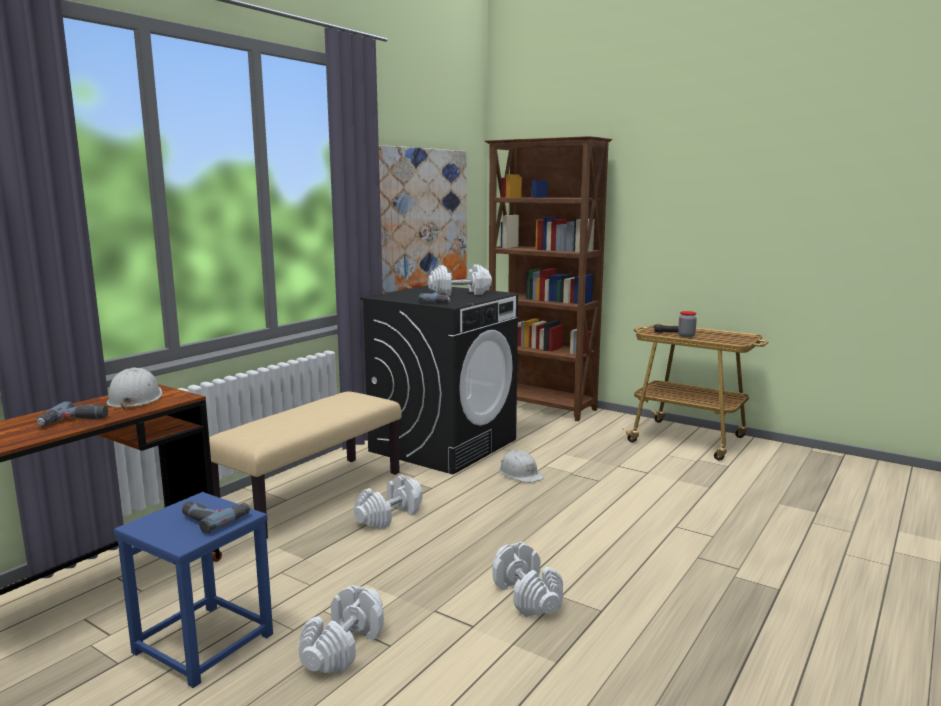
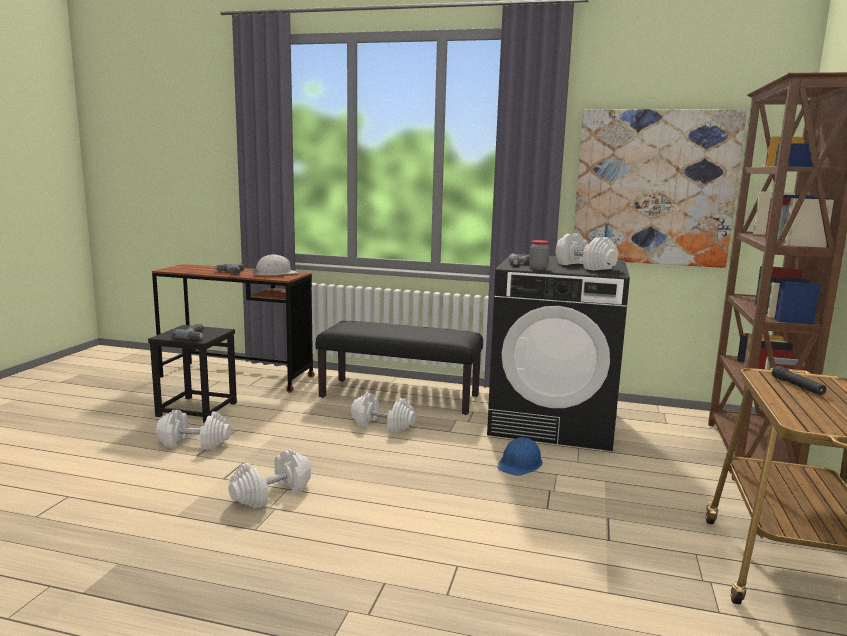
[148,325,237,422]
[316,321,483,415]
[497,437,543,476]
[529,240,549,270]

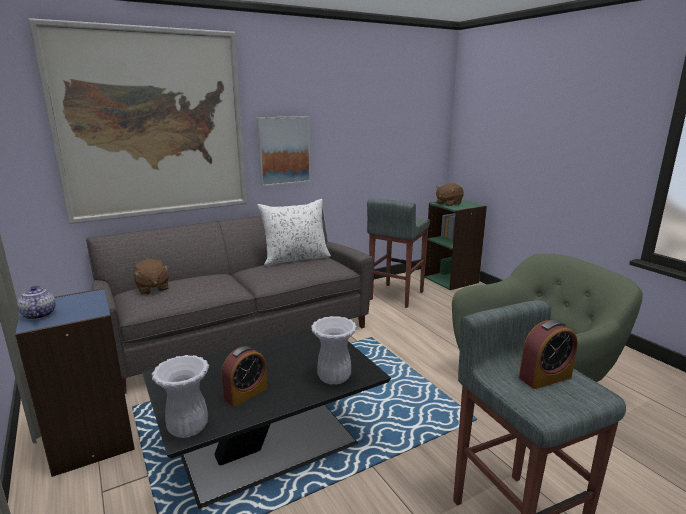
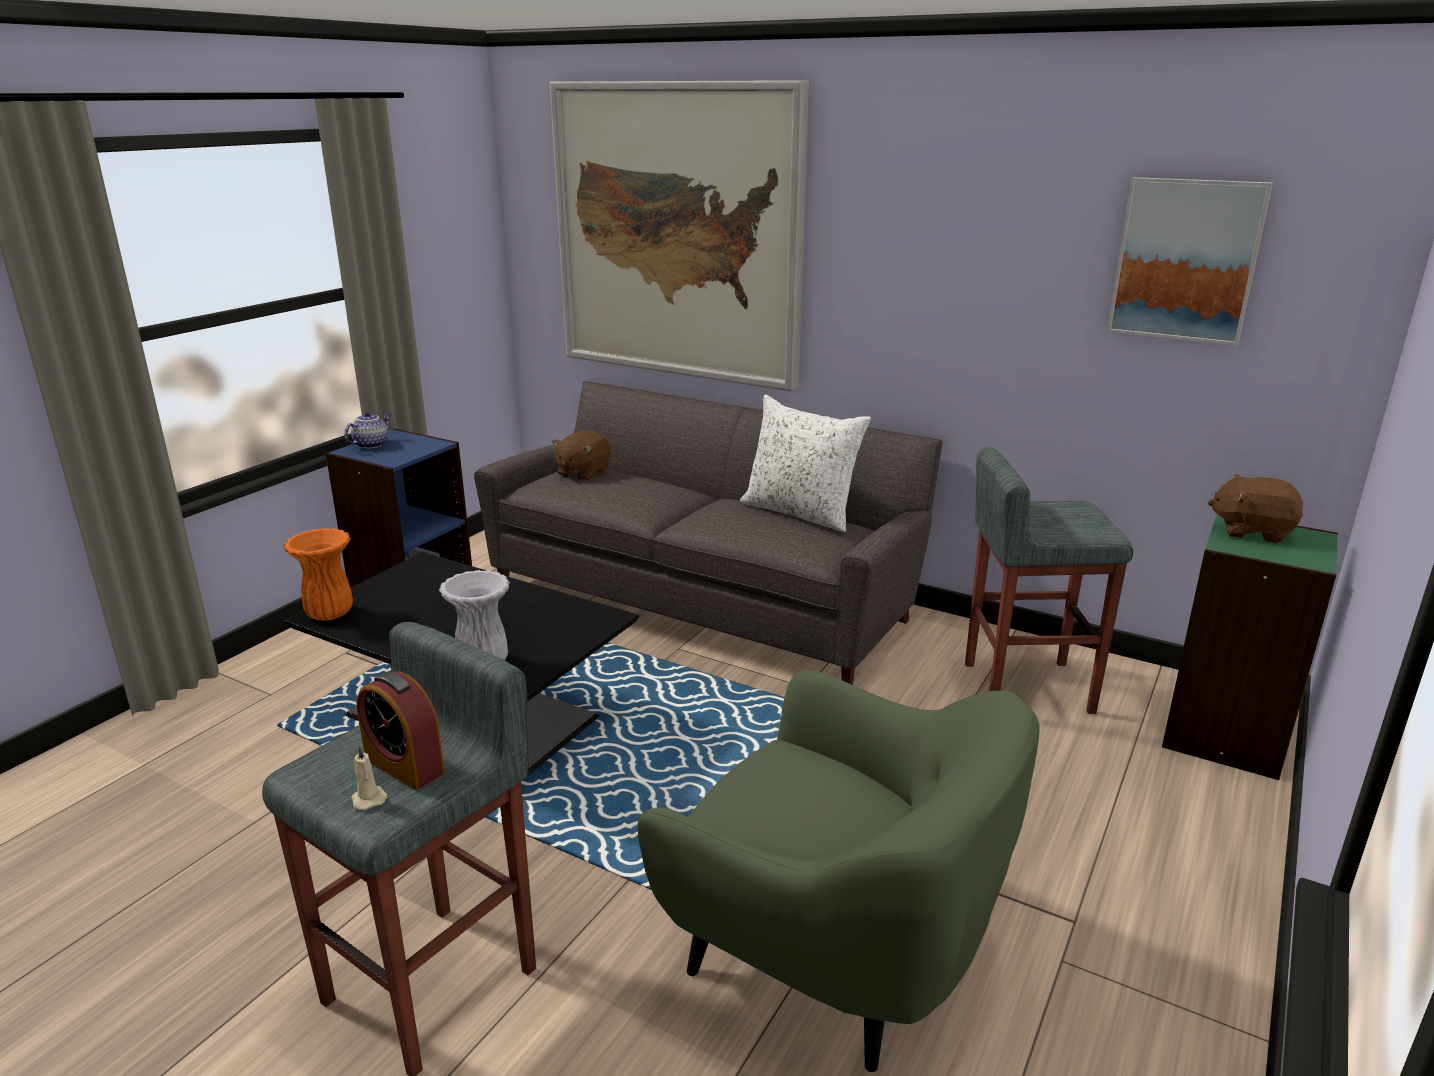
[284,528,353,621]
[222,346,267,407] (first image)
[1107,177,1273,345]
[351,745,387,810]

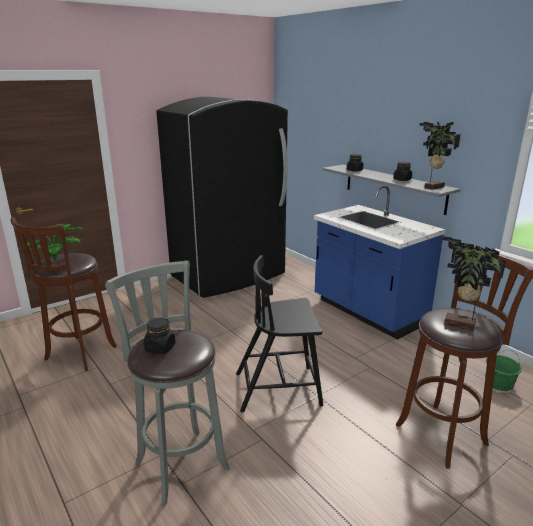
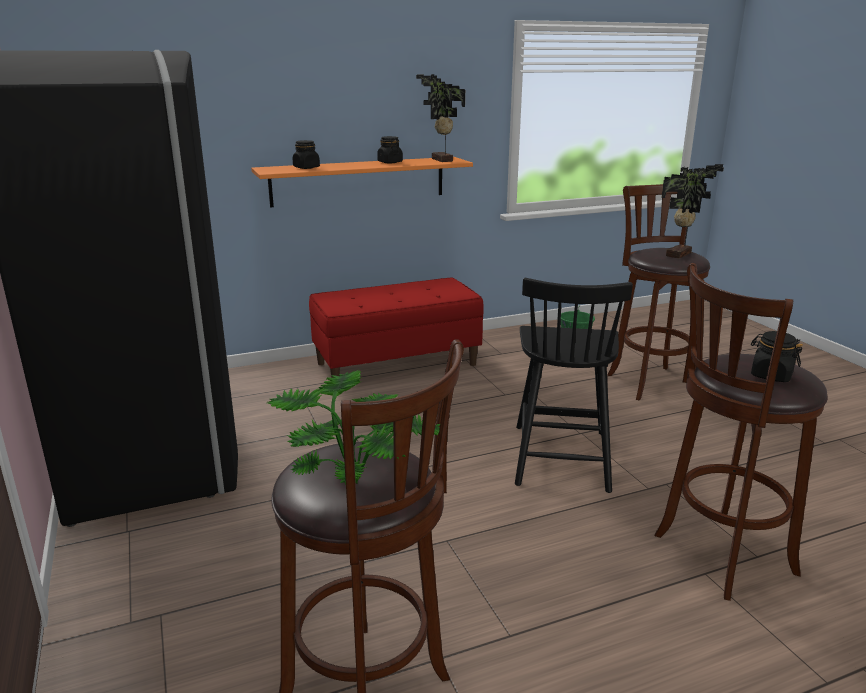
[654,263,828,601]
[309,278,484,378]
[251,157,473,208]

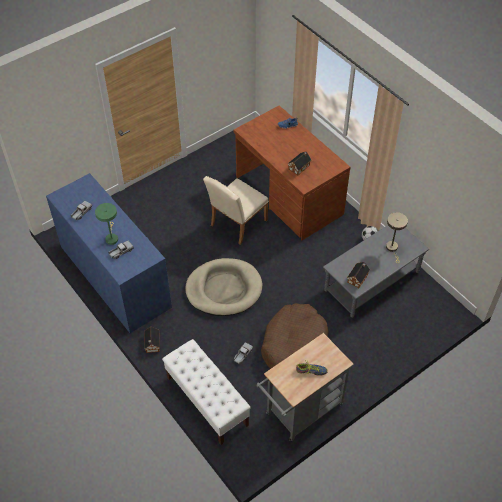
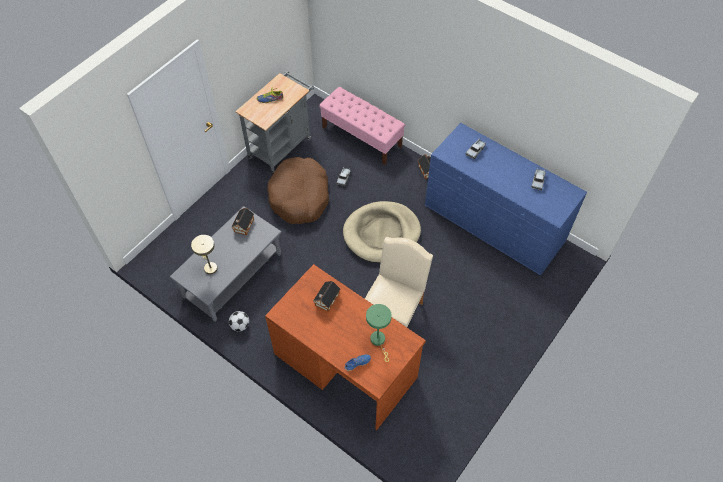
[366,304,392,362]
[319,87,405,165]

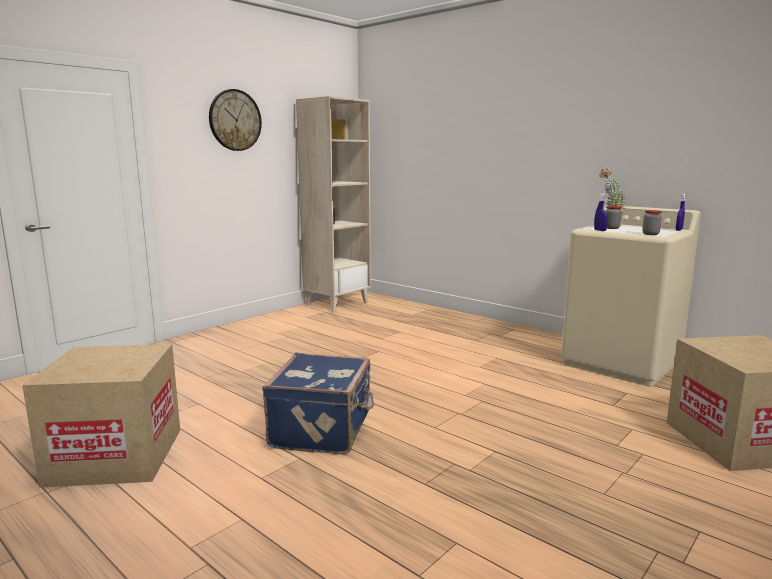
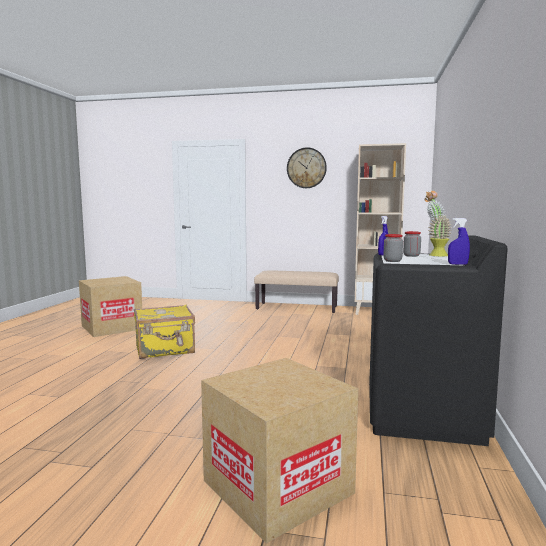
[134,305,195,359]
[369,235,508,446]
[254,270,339,313]

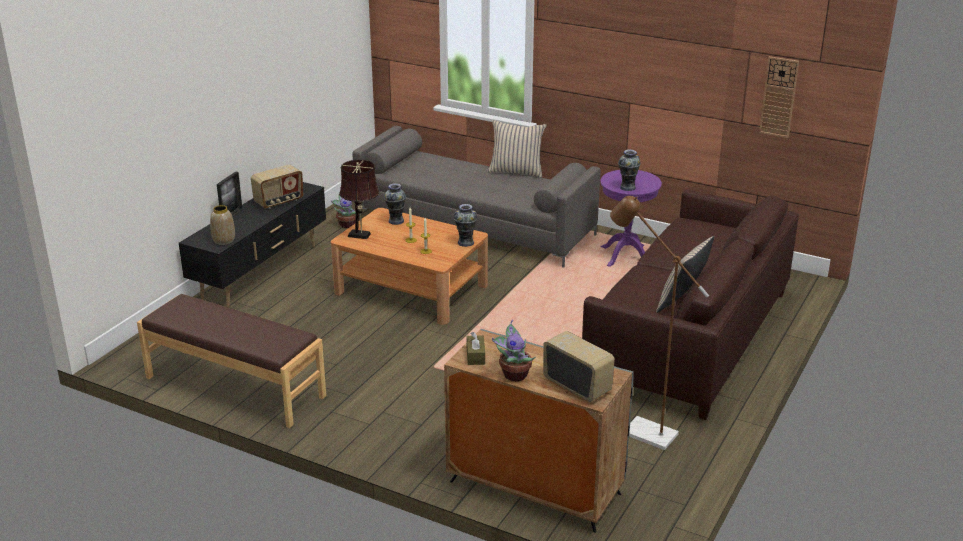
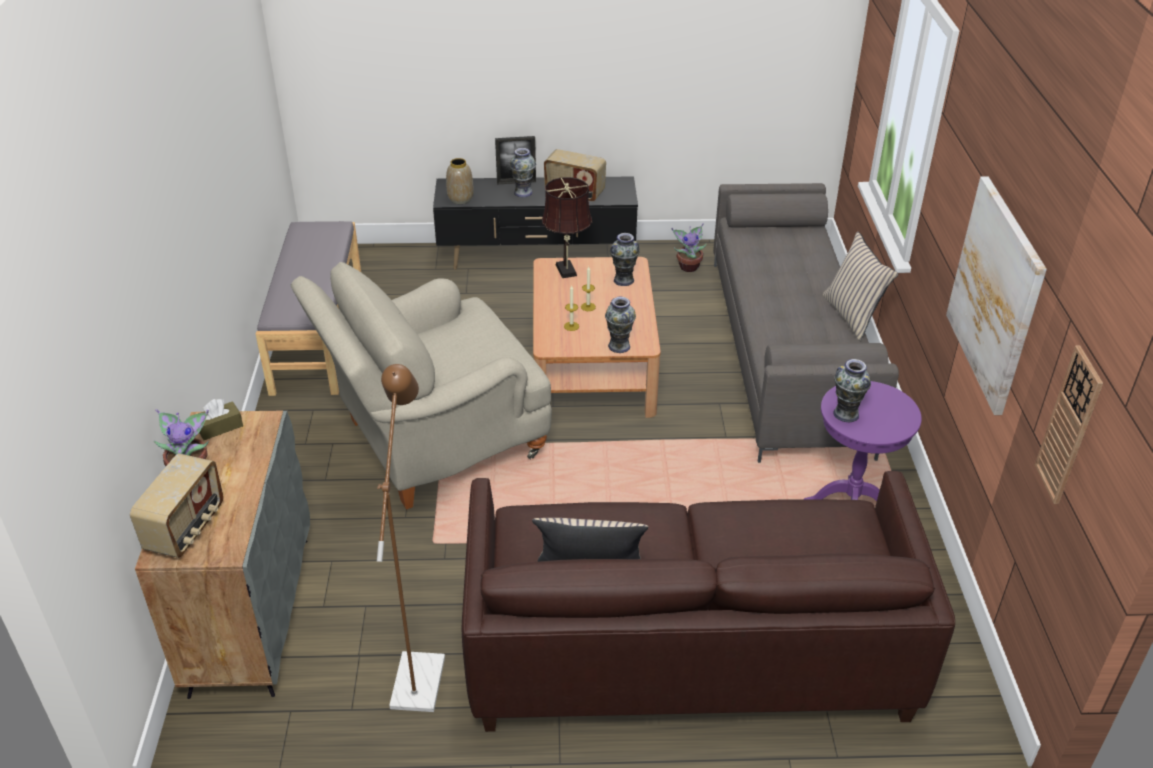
[256,221,361,396]
[291,262,552,509]
[510,148,536,198]
[946,176,1047,415]

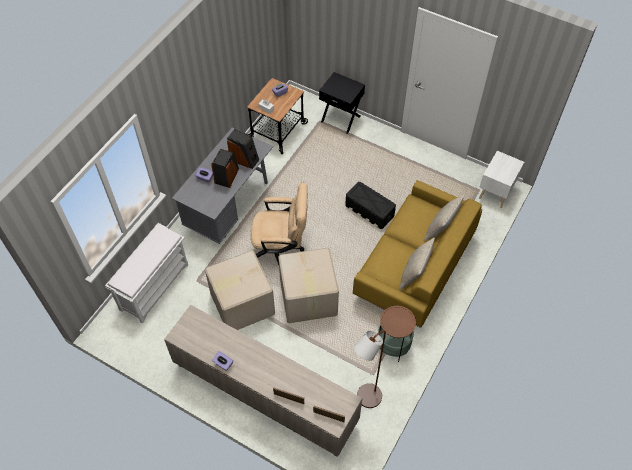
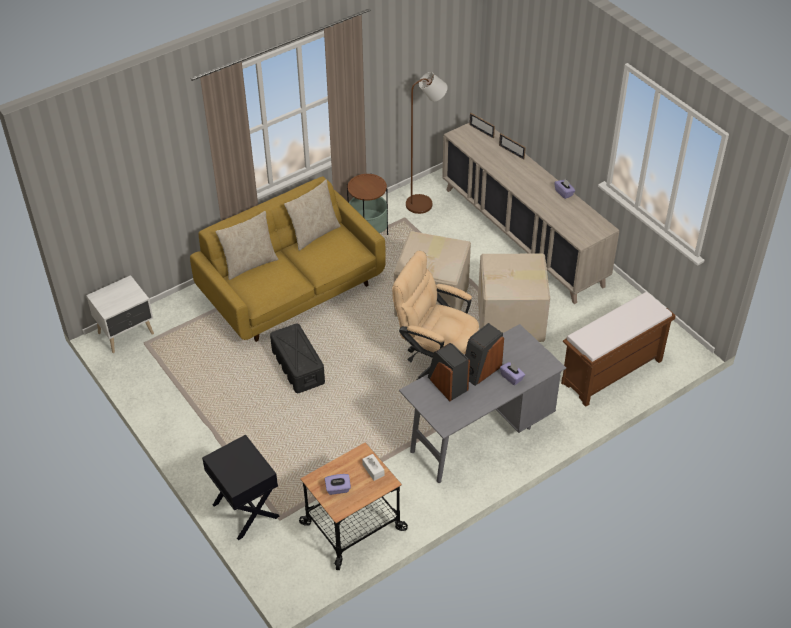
[561,292,676,407]

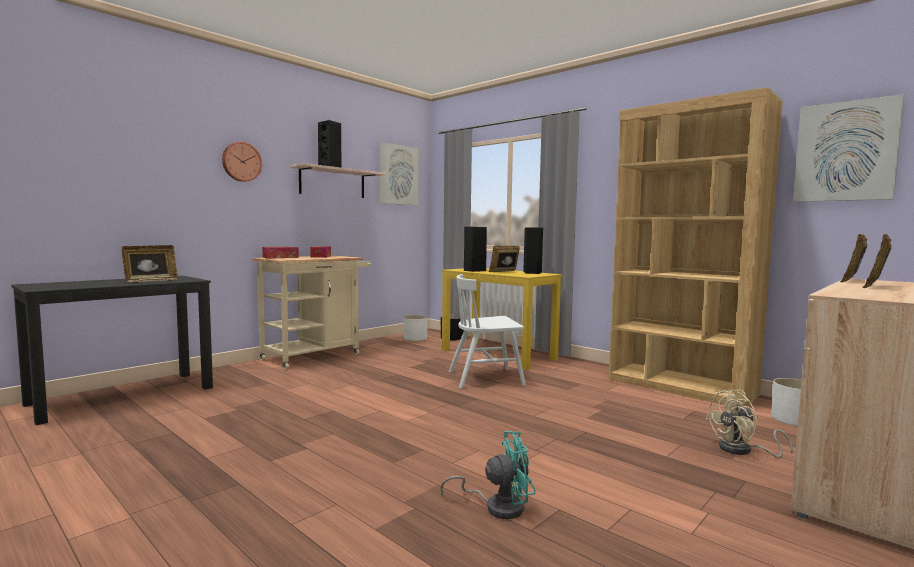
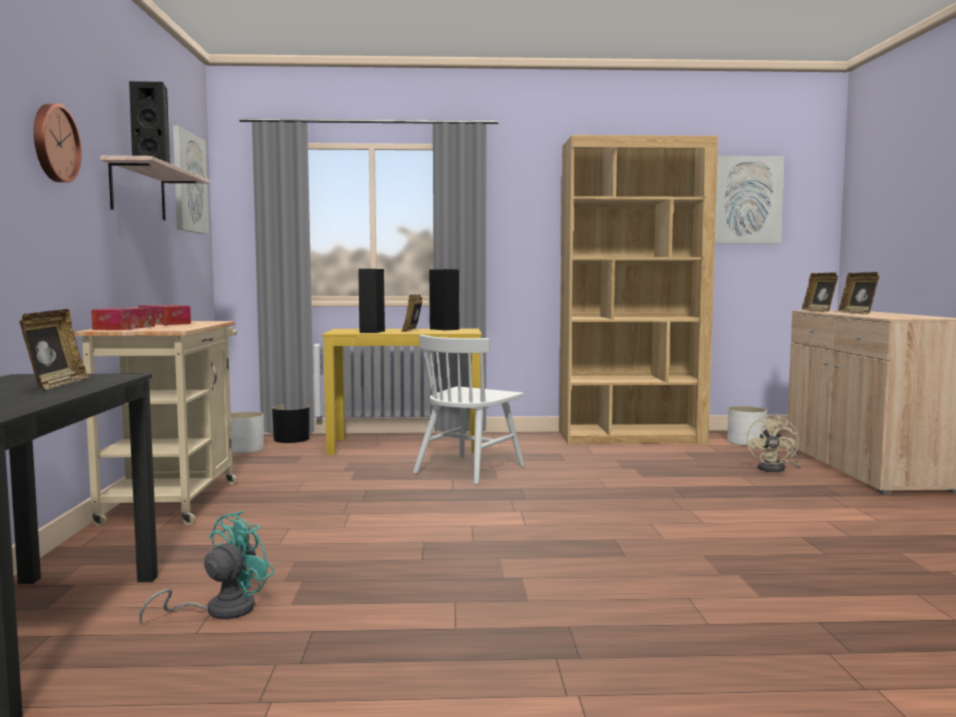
[139,511,275,625]

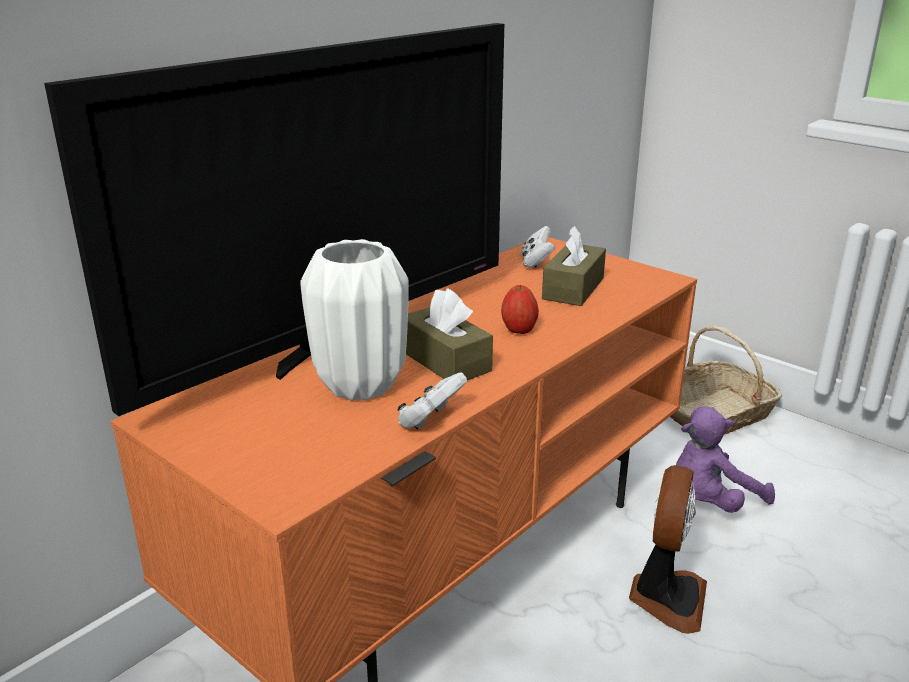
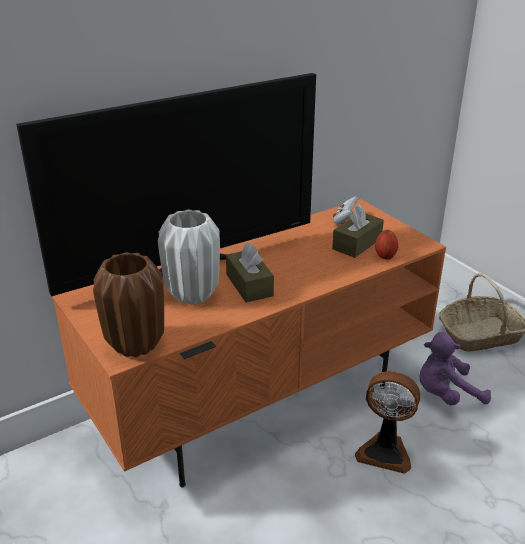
[397,372,467,429] (first image)
[375,230,398,260]
[355,371,420,474]
[93,252,164,357]

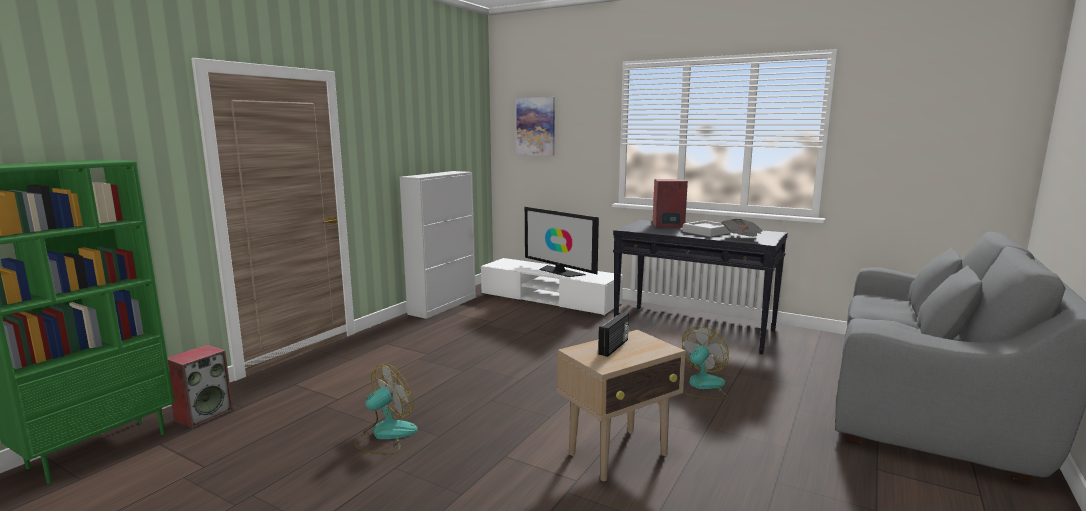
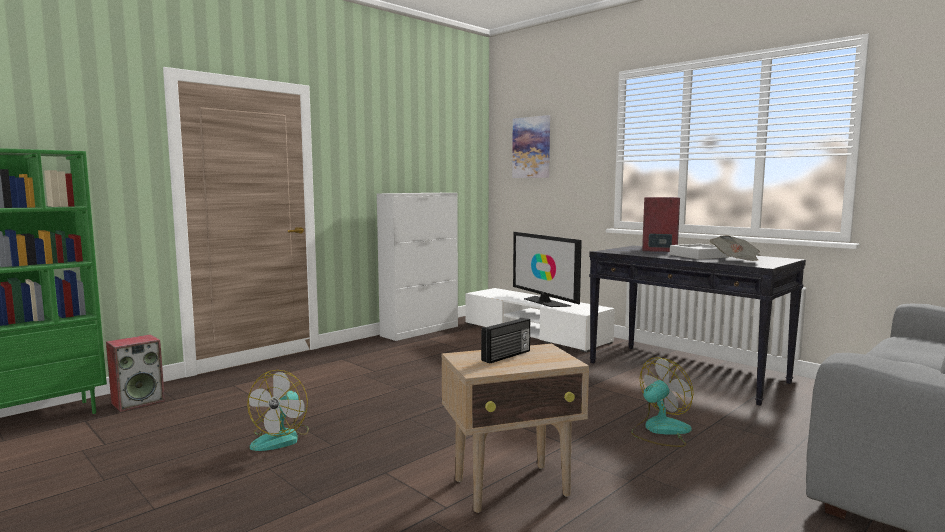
[247,370,309,451]

